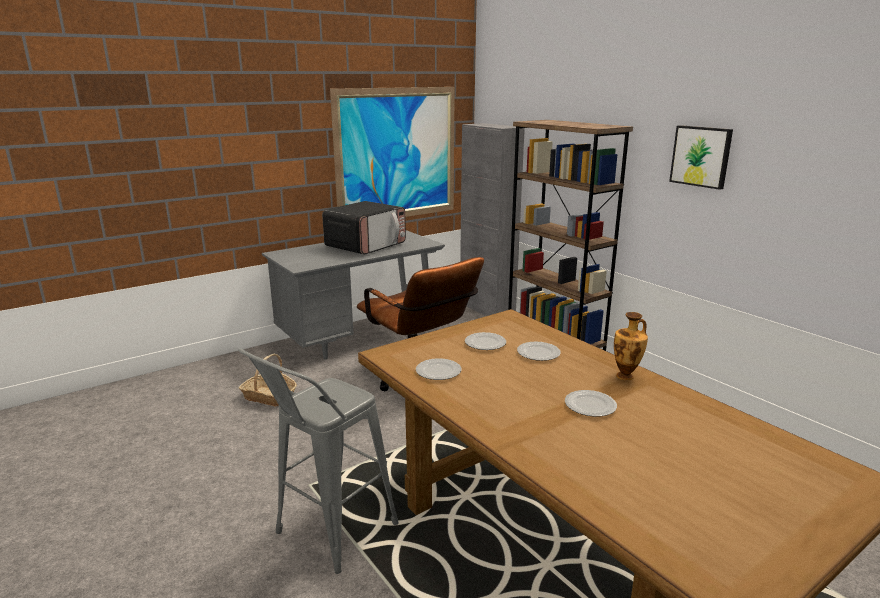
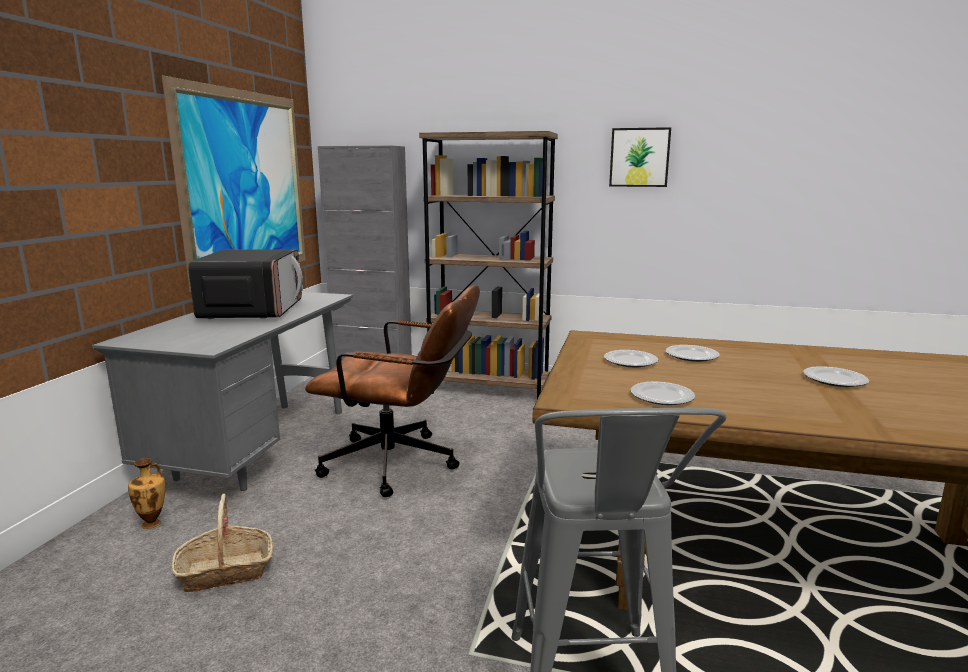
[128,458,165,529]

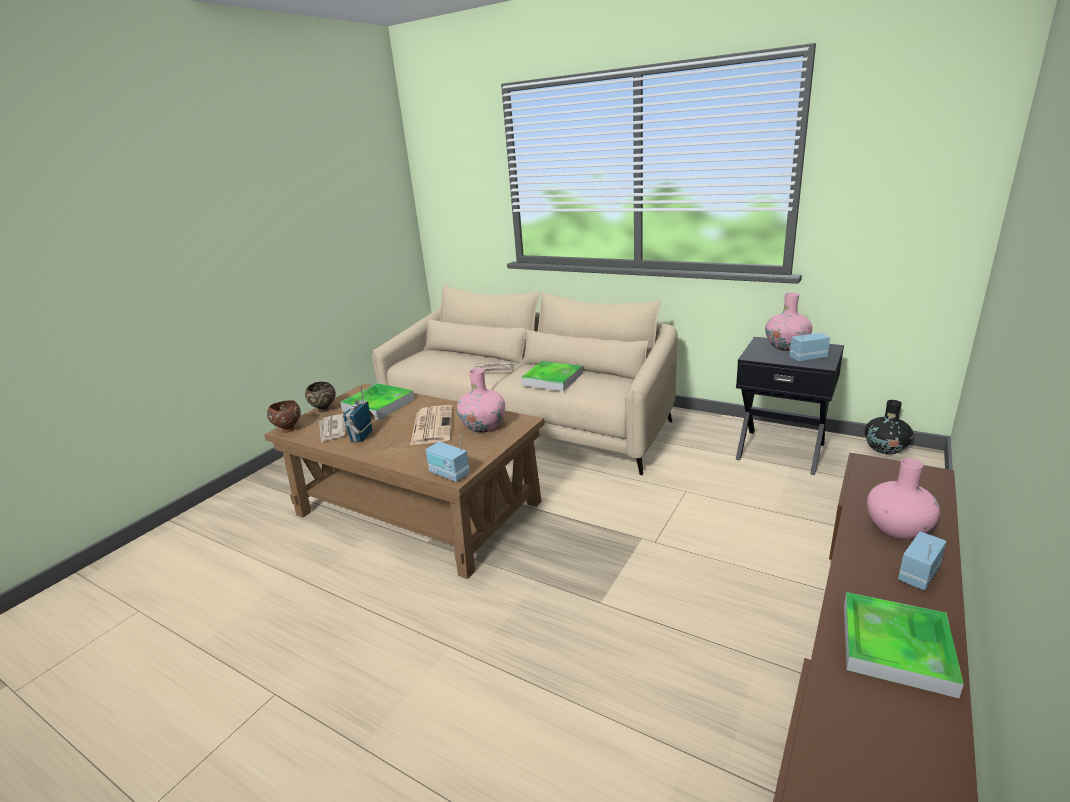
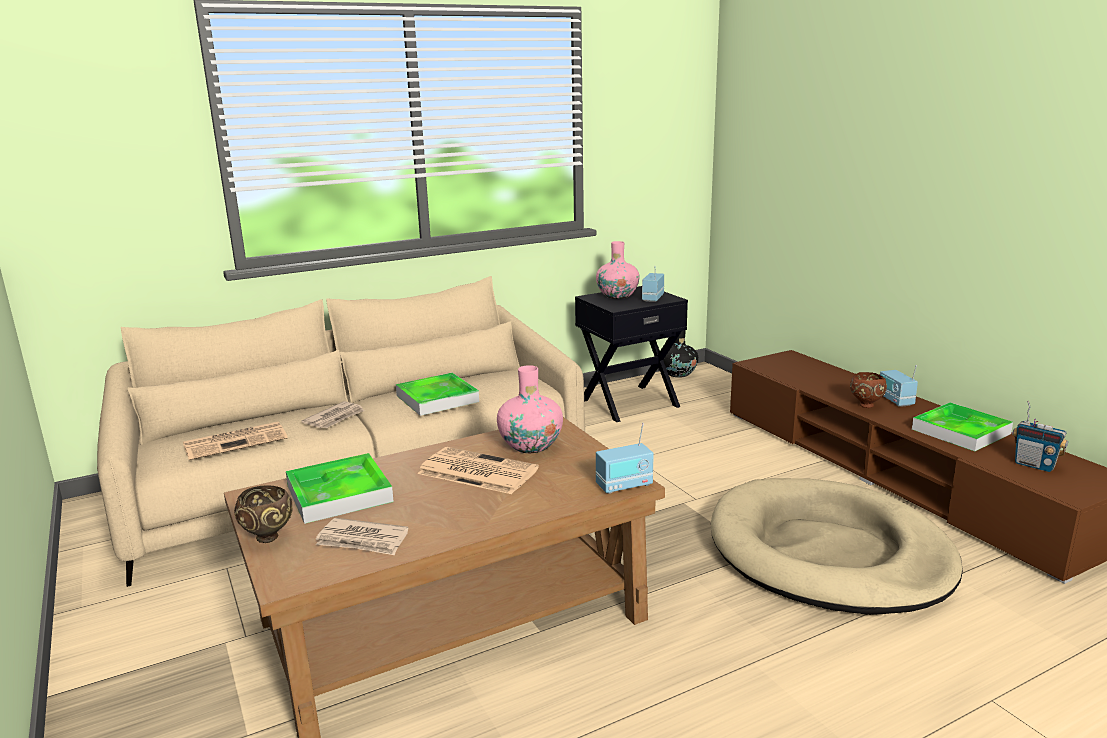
[850,372,887,408]
[1012,401,1068,472]
[867,458,940,539] (first image)
[183,422,288,460]
[711,478,963,615]

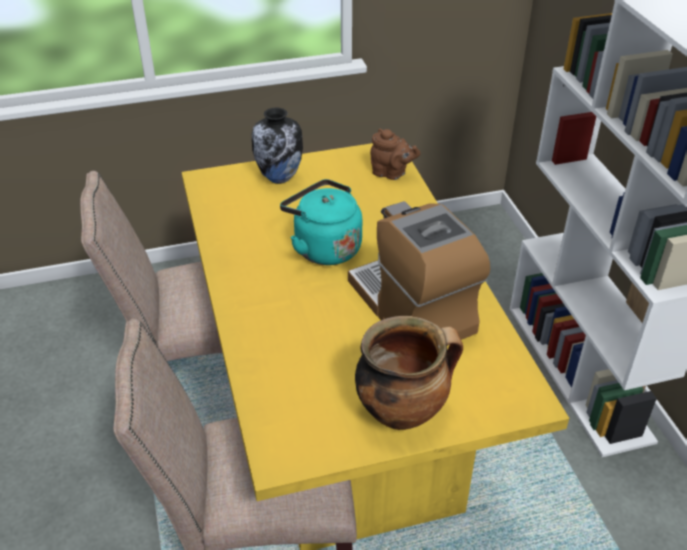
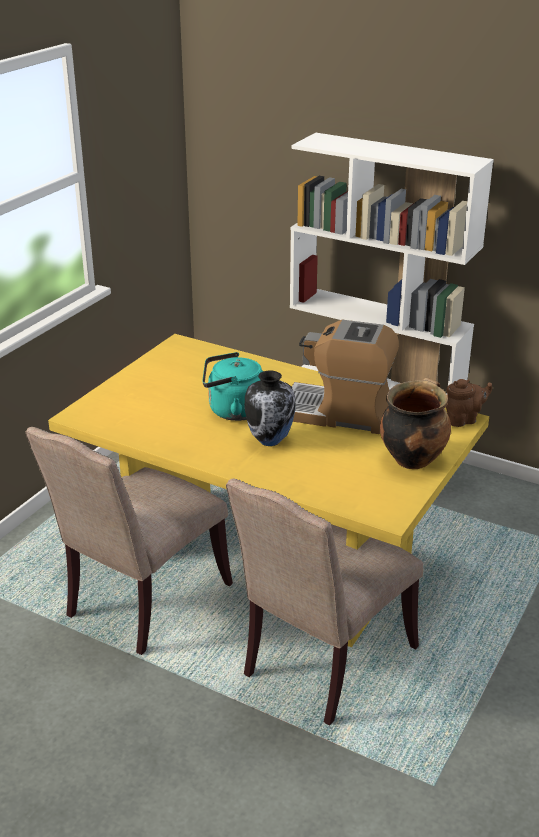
[245,371,296,446]
[446,379,492,427]

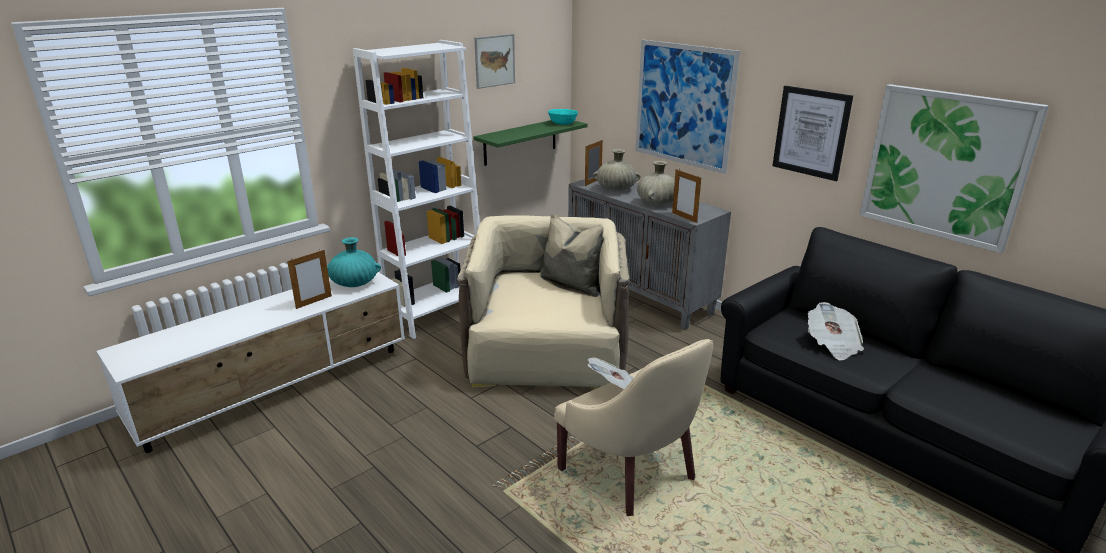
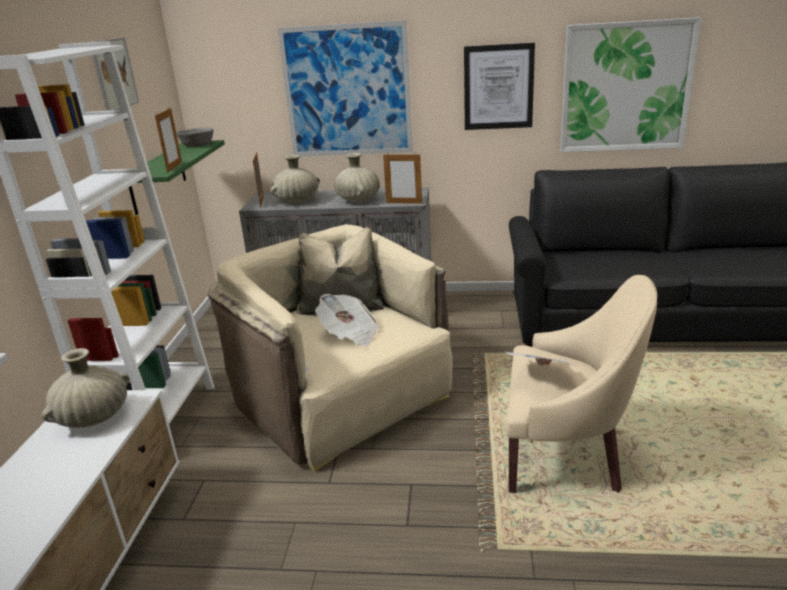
[155,107,182,173]
[41,348,130,428]
[176,127,214,147]
[315,294,380,347]

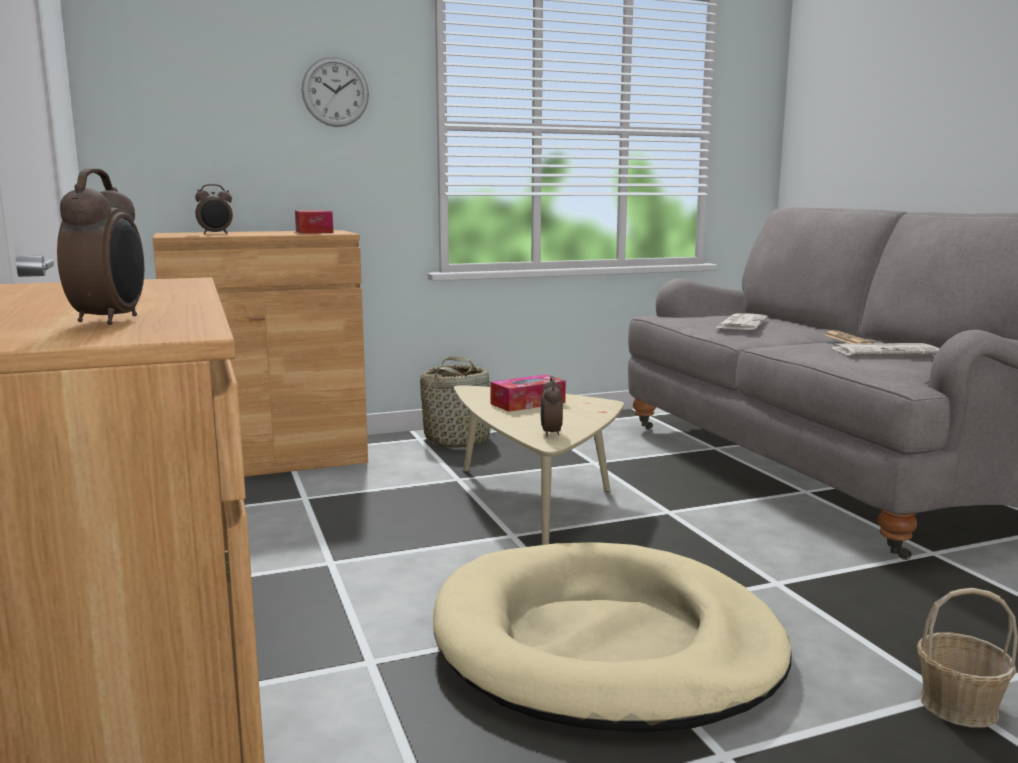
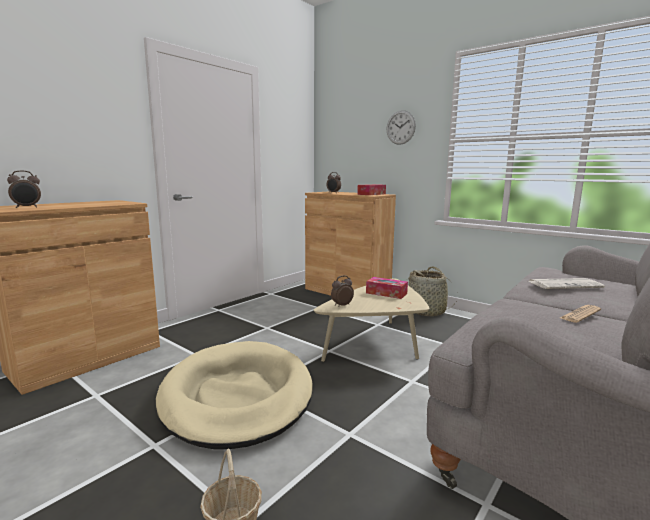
[832,343,940,355] (first image)

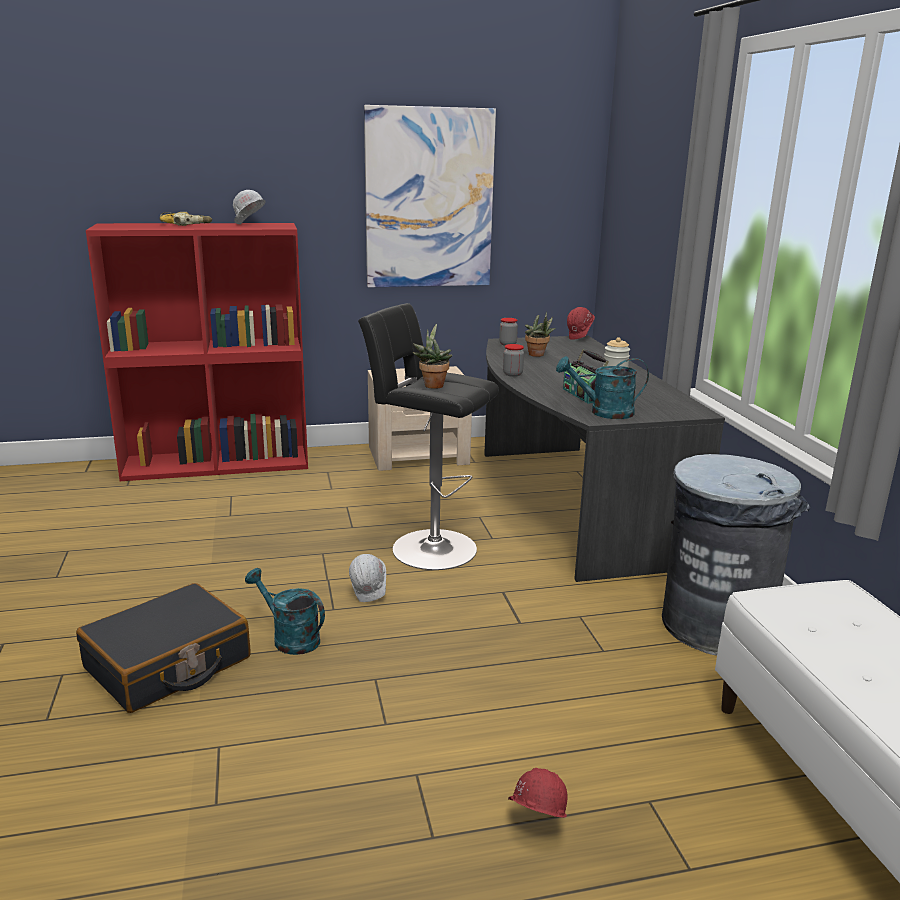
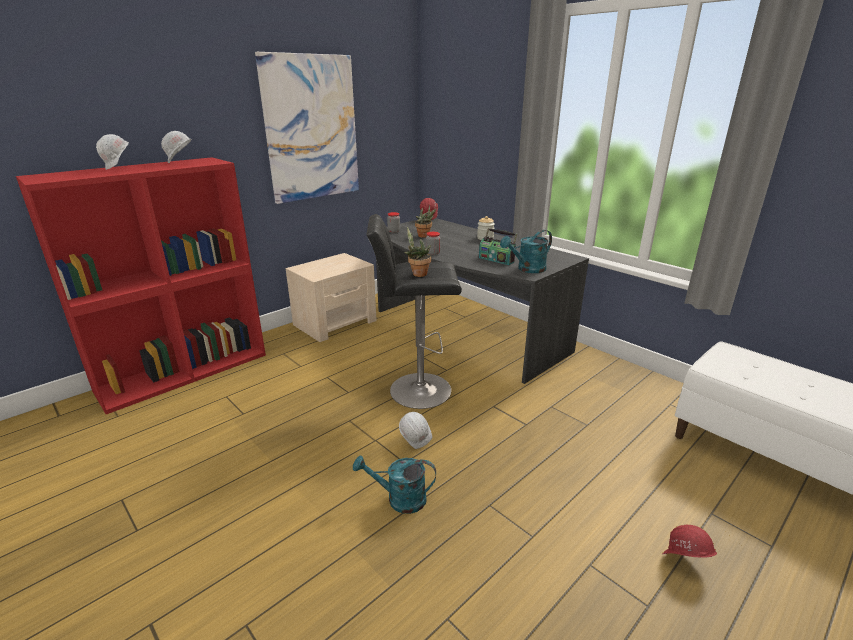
[76,583,250,713] (first image)
[96,134,129,170]
[662,454,810,655] (first image)

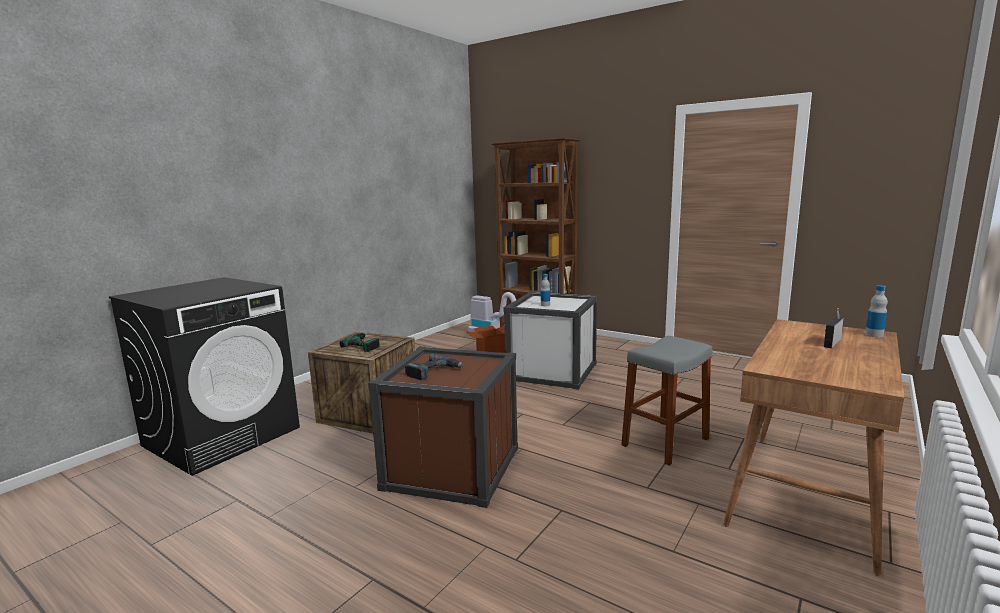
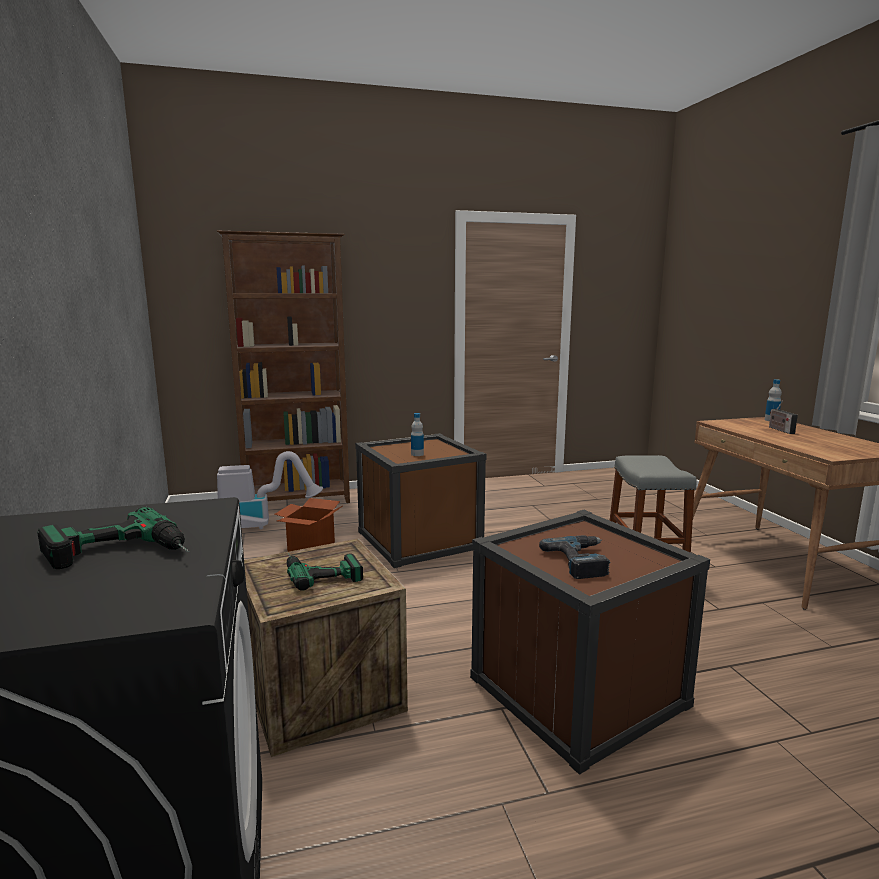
[355,433,487,568]
[37,506,189,569]

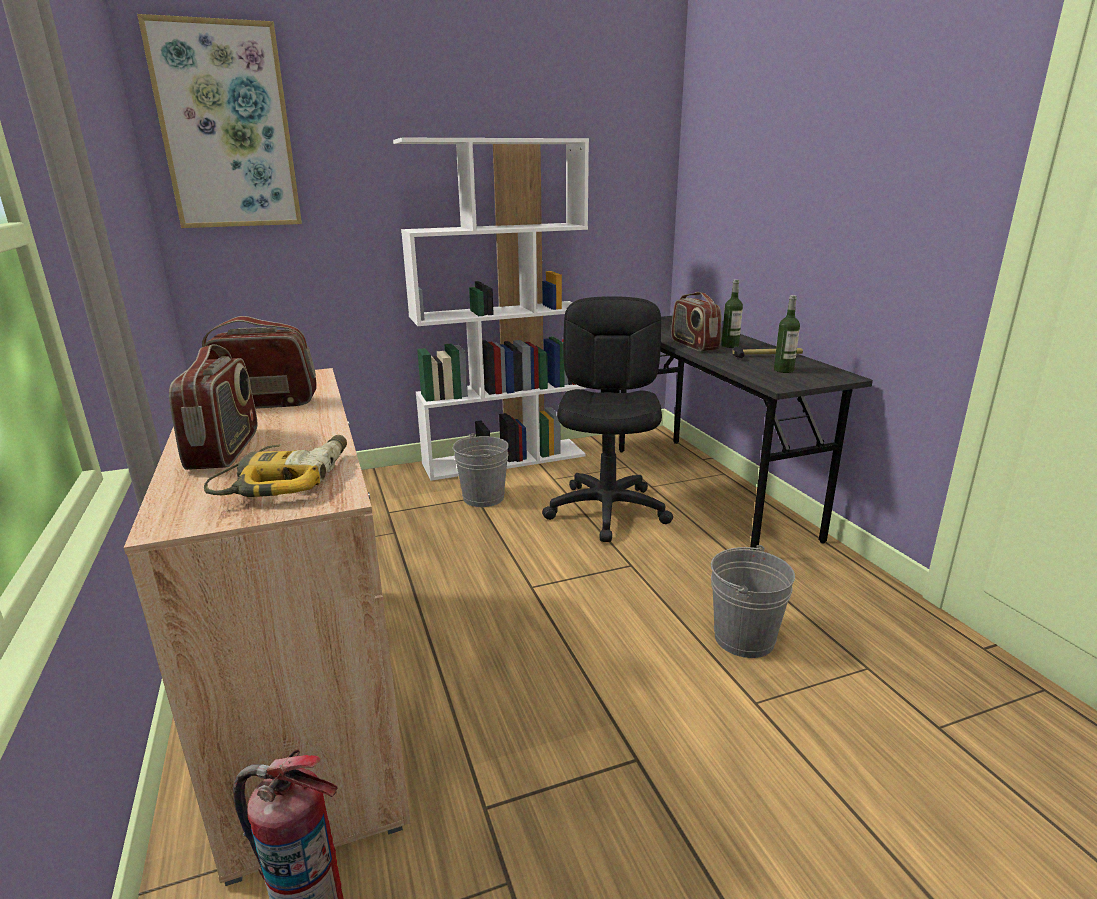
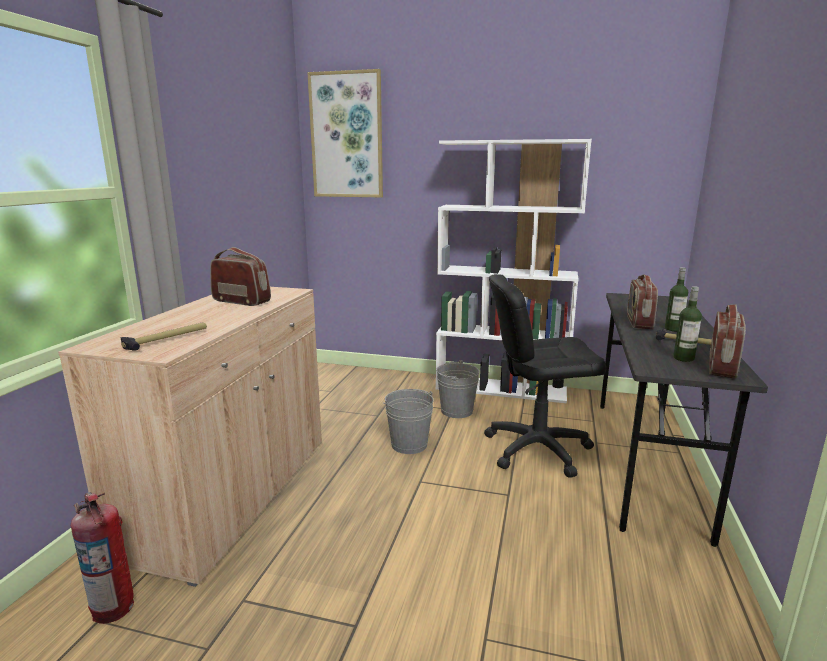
[709,304,746,379]
[121,322,207,351]
[484,274,606,478]
[383,389,434,454]

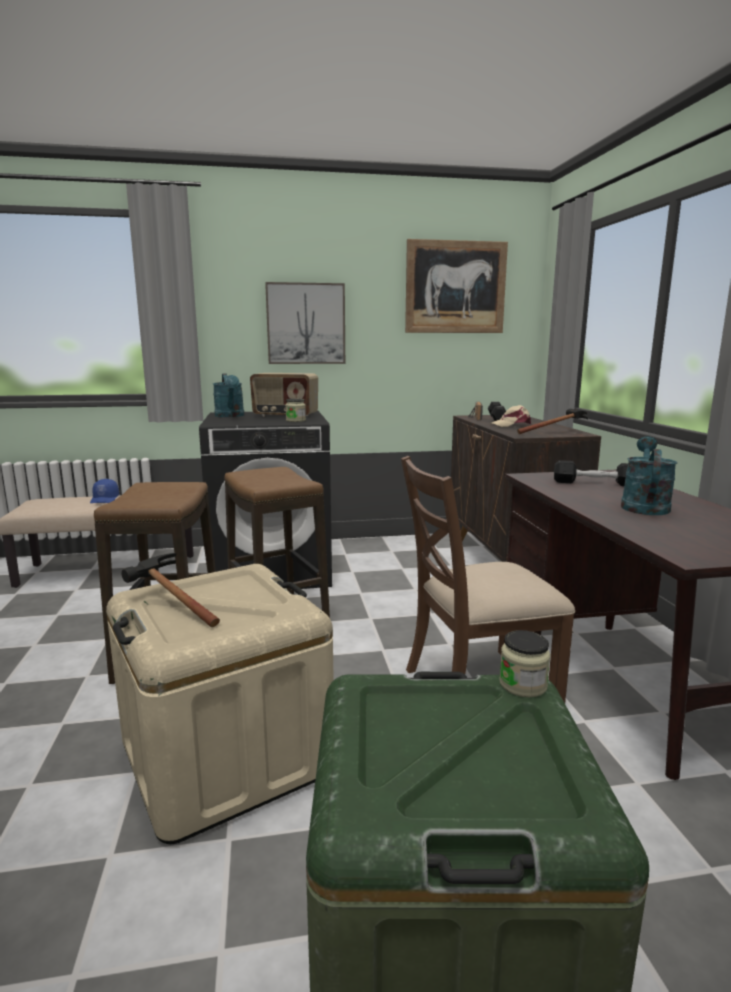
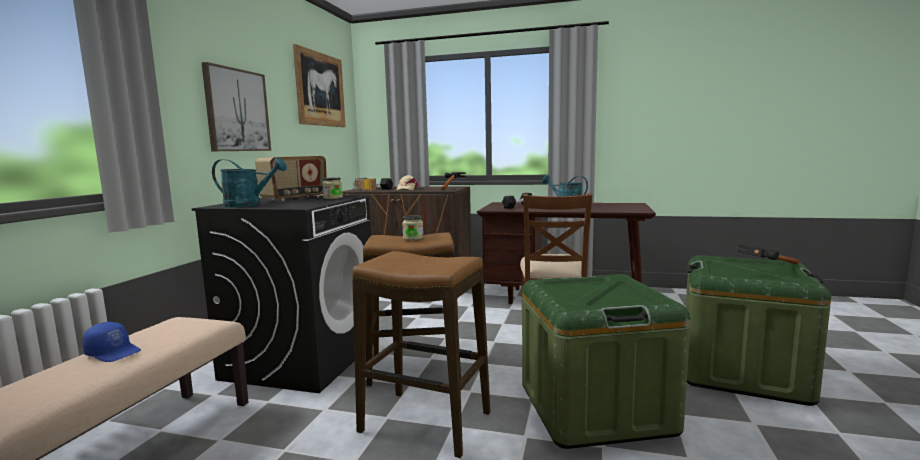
[522,274,691,449]
[738,244,799,264]
[402,215,423,240]

